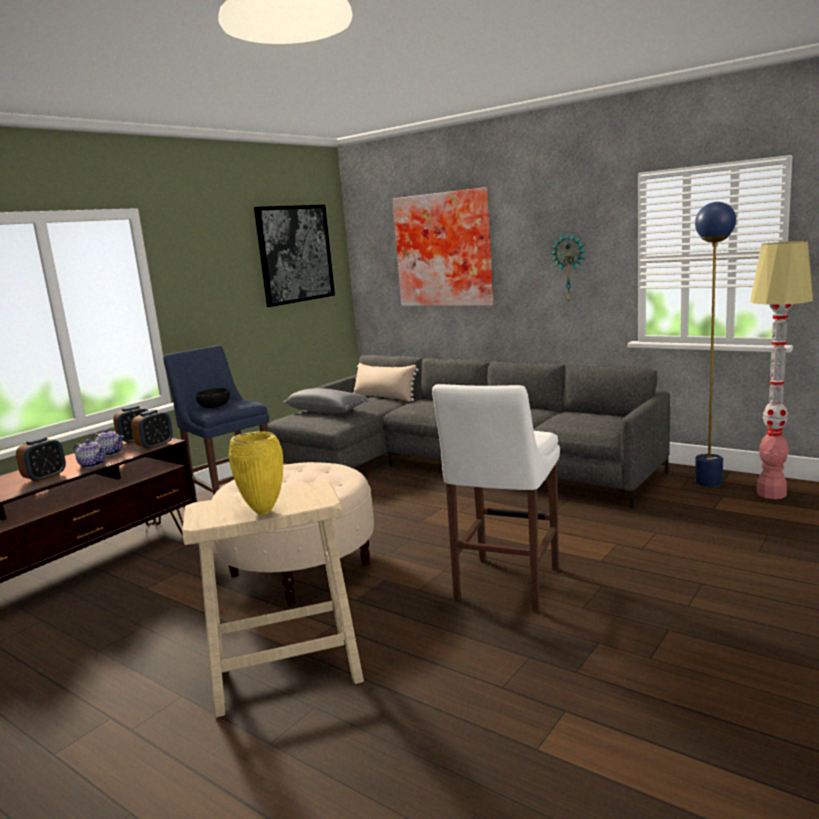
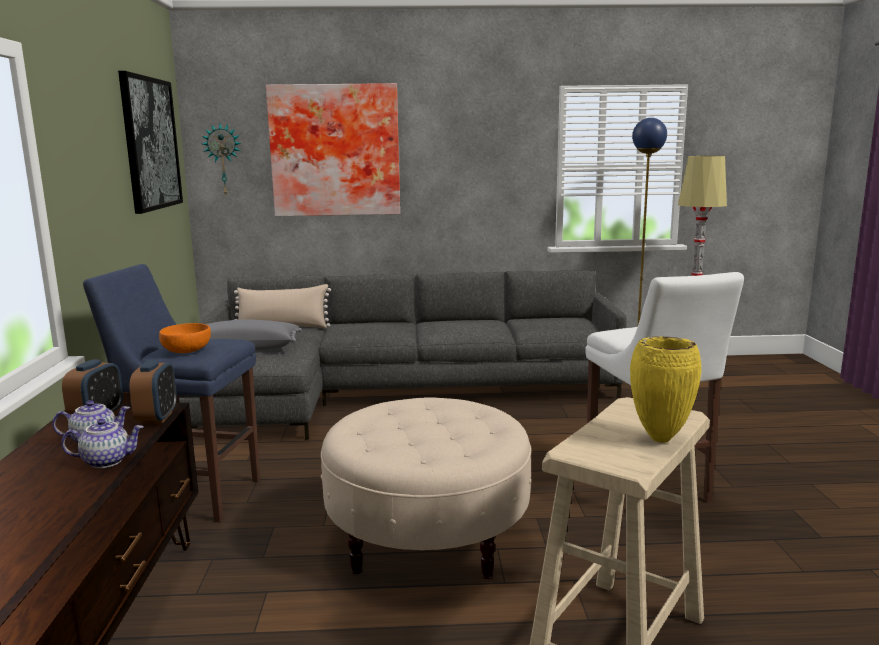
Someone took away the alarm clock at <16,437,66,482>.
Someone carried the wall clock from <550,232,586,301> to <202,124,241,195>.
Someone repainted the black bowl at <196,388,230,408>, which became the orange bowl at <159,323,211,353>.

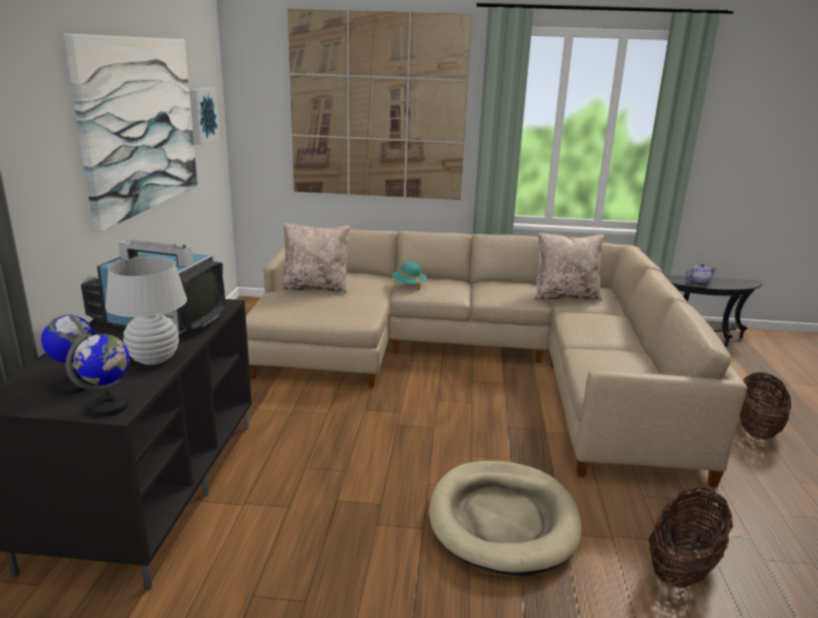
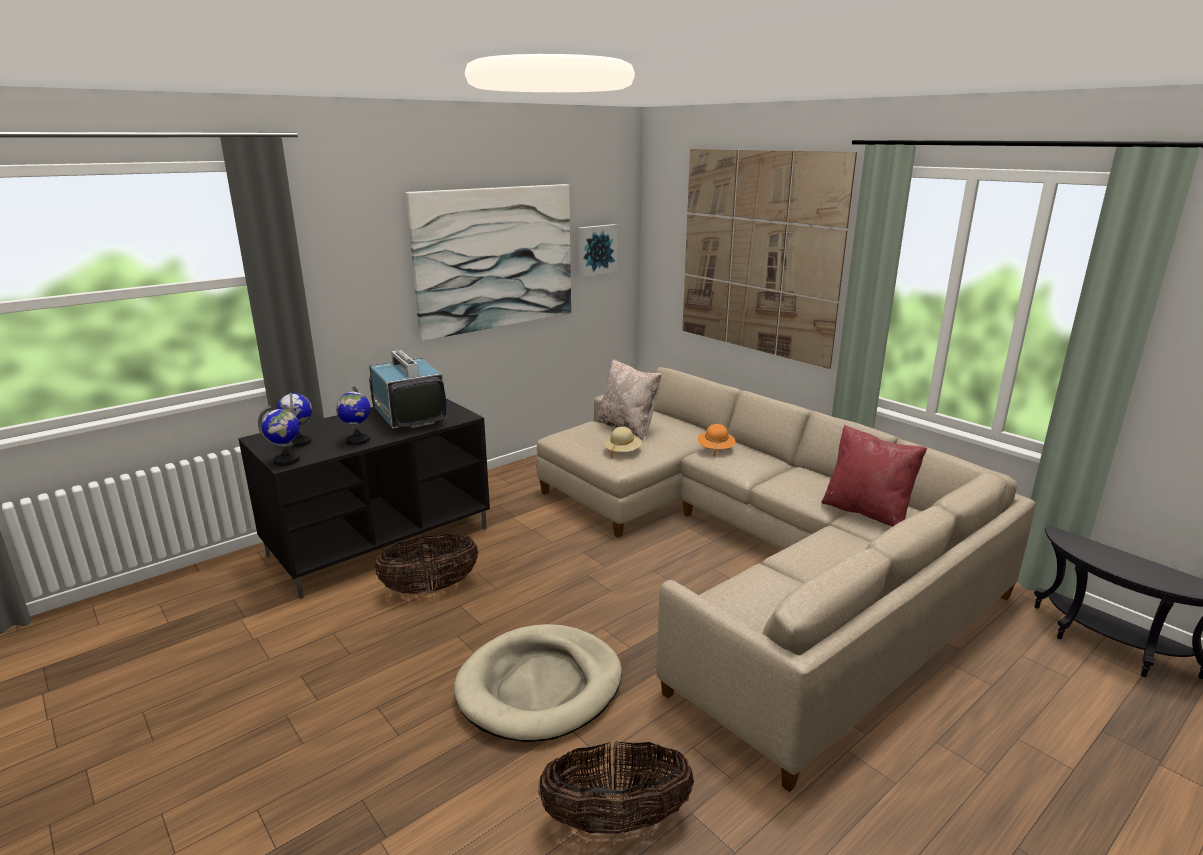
Someone took away the teapot at <685,264,717,286>.
Someone put down the beige hat at <604,427,642,458>.
Someone carried the basket from <739,372,791,440> to <374,534,479,594>.
Someone swapped the white table lamp at <105,257,187,365> for the globe at <336,386,370,445>.
Someone repainted the turquoise hat at <392,261,427,290>, which became the orange hat at <698,424,735,457>.
Someone repainted the beige pillow at <534,233,604,301>, which became the red pillow at <821,425,927,527>.

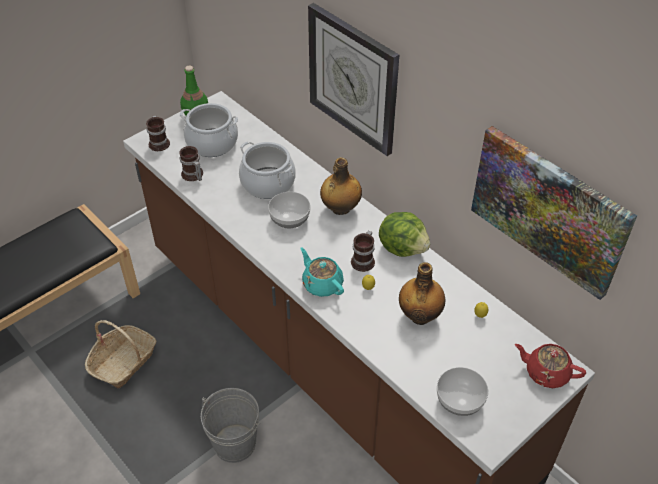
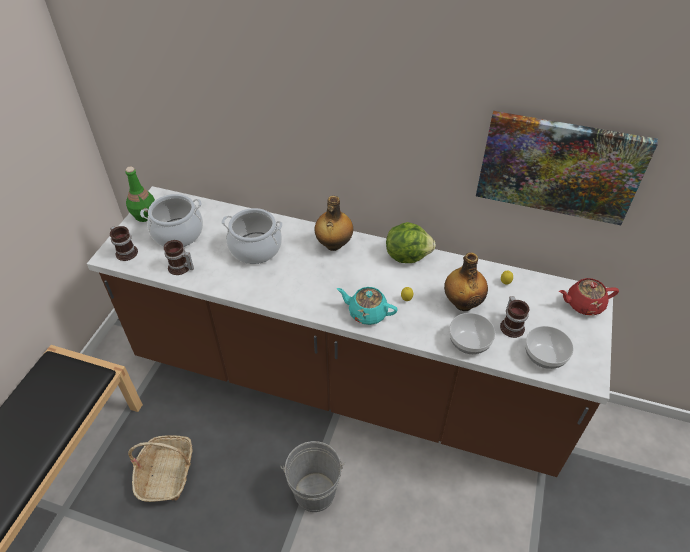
Someone took away the wall clock at <308,3,399,156>.
Someone carried the bowl from <268,192,310,228> to <449,313,495,354>.
Someone carried the mug from <351,231,375,272> to <500,296,529,338>.

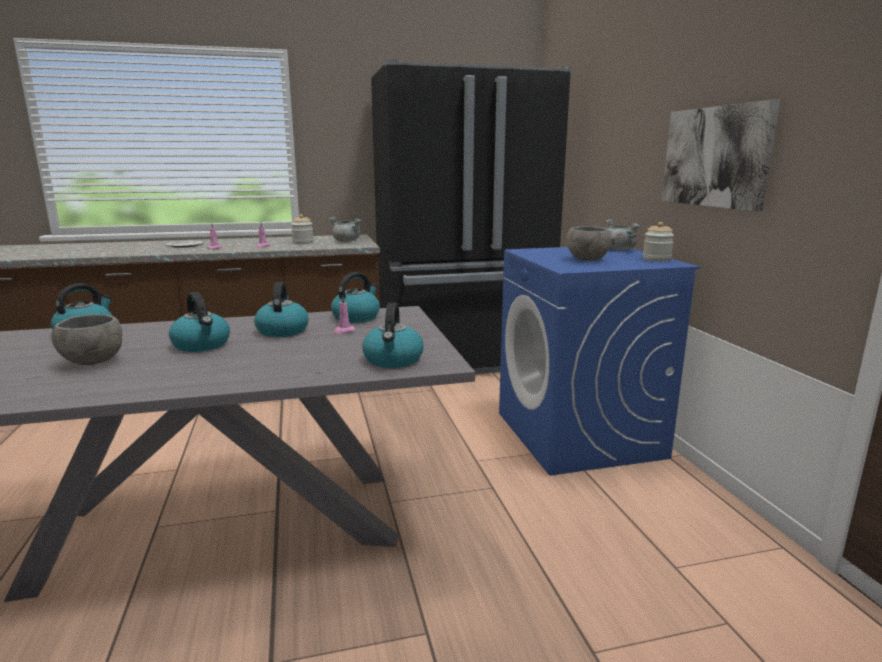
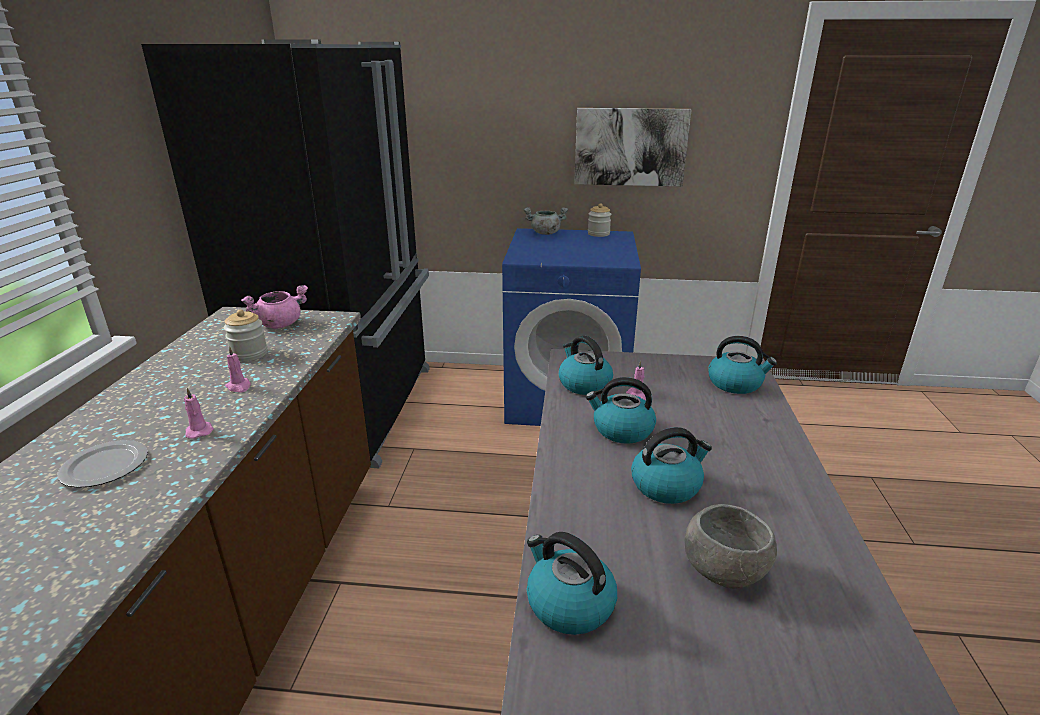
Someone took away the grey bowl at <566,226,611,261>.
Someone repainted the grey cooking pot at <329,217,362,242>, which became the pink cooking pot at <241,285,308,329>.

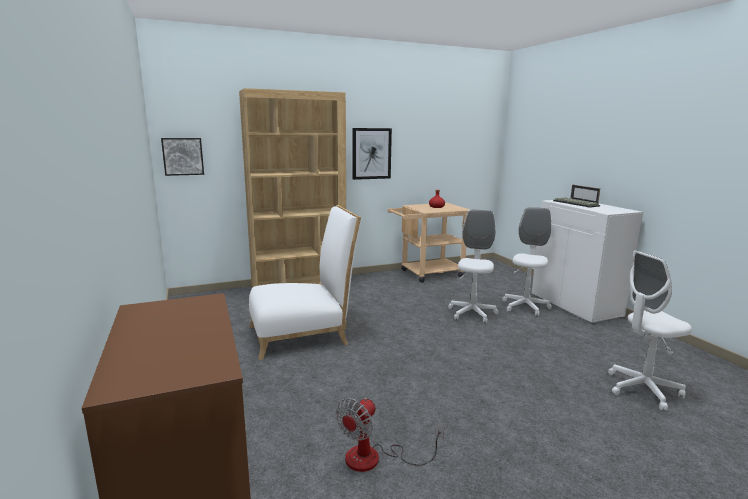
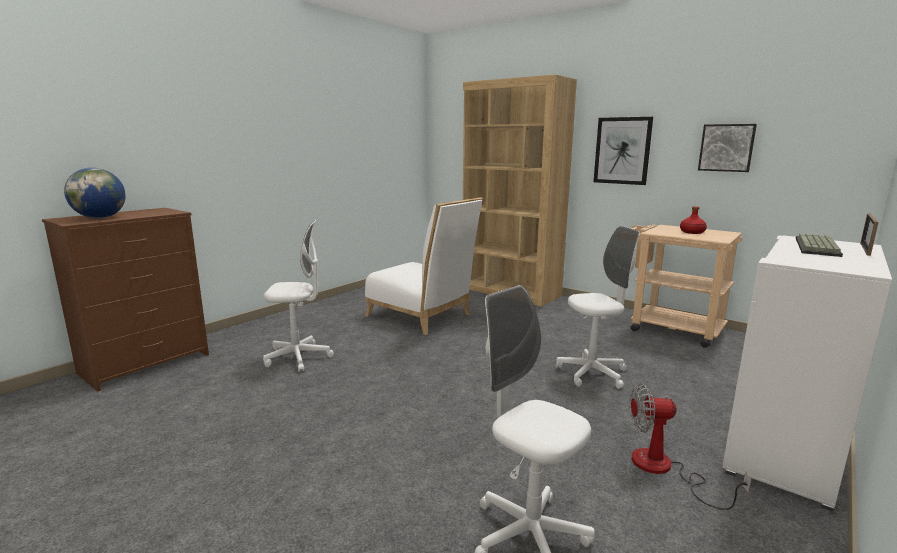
Someone put down the globe at <64,168,126,218>.
Someone carried the picture from <161,138,204,176> to <698,124,757,172>.
Someone carried the fan from <336,398,444,472> to <630,384,752,510>.
Someone carried the white office chair from <502,207,552,316> to <263,220,334,372>.

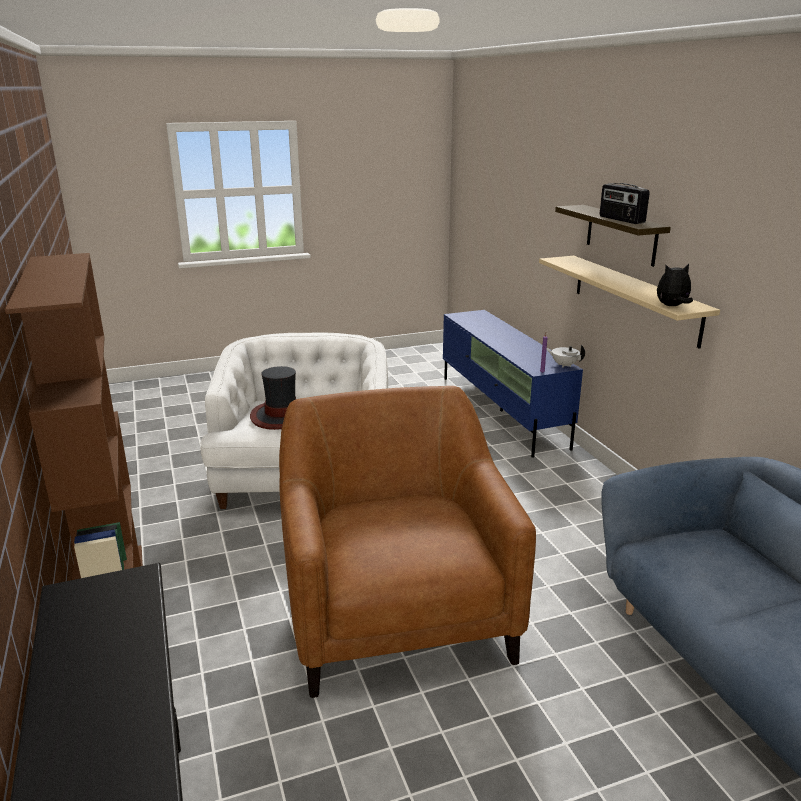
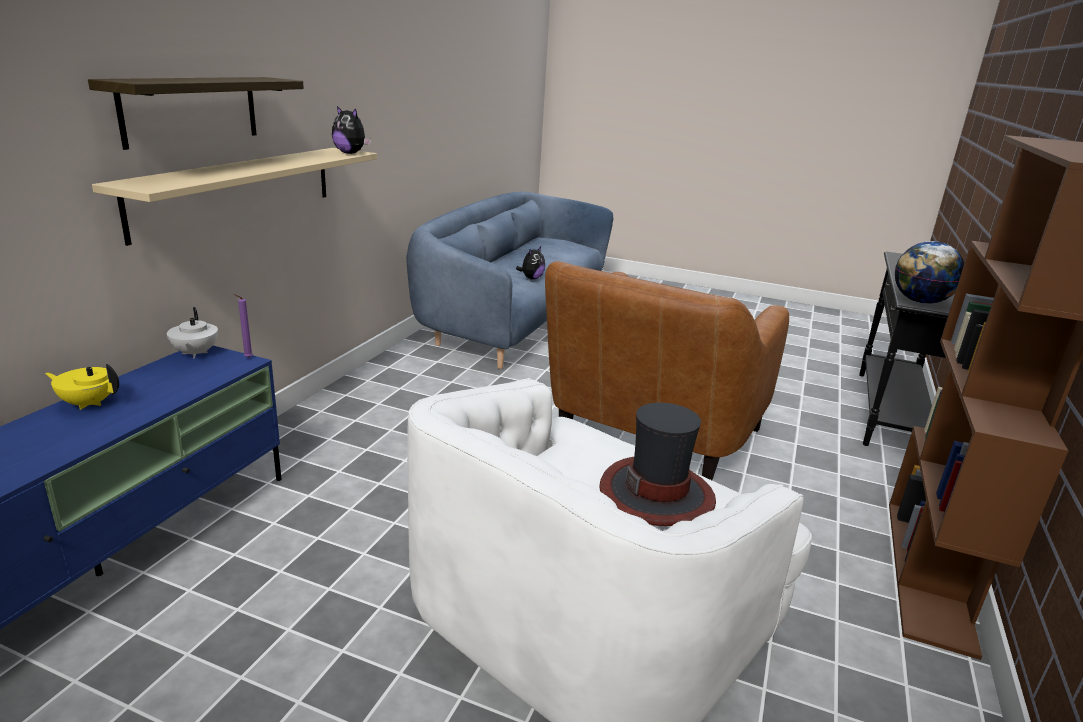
Someone took away the radio at <600,183,650,224>.
Someone put down the yellow teapot at <45,364,119,410>.
Someone put down the plush toy at <516,246,545,279>.
Someone put down the globe at <895,241,964,304>.

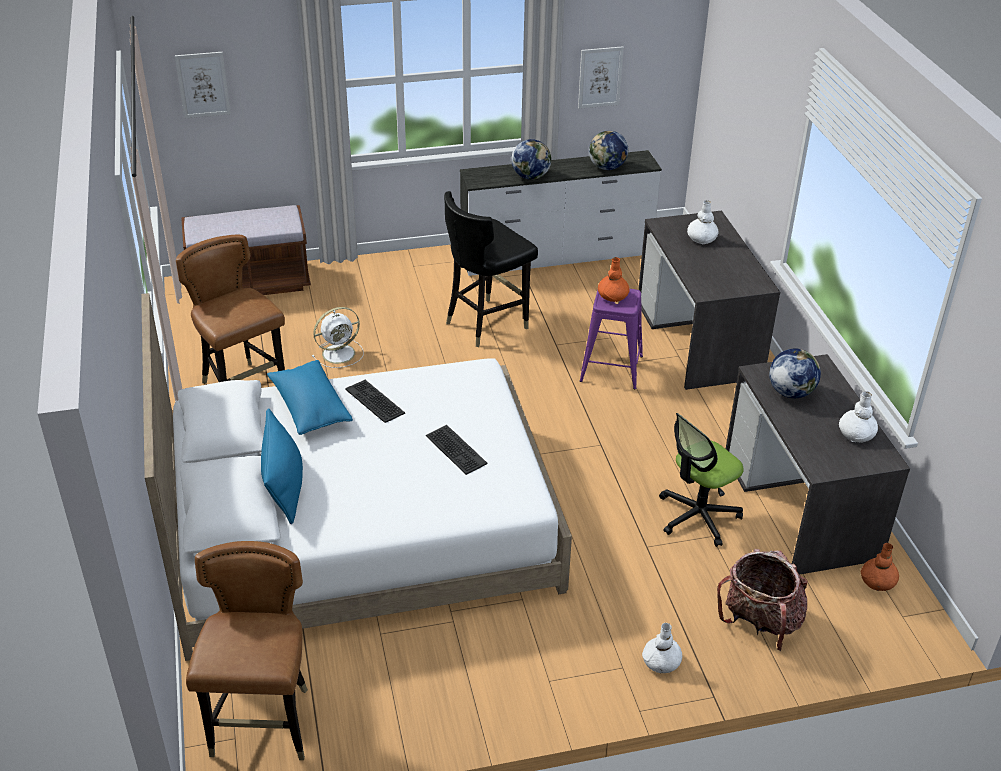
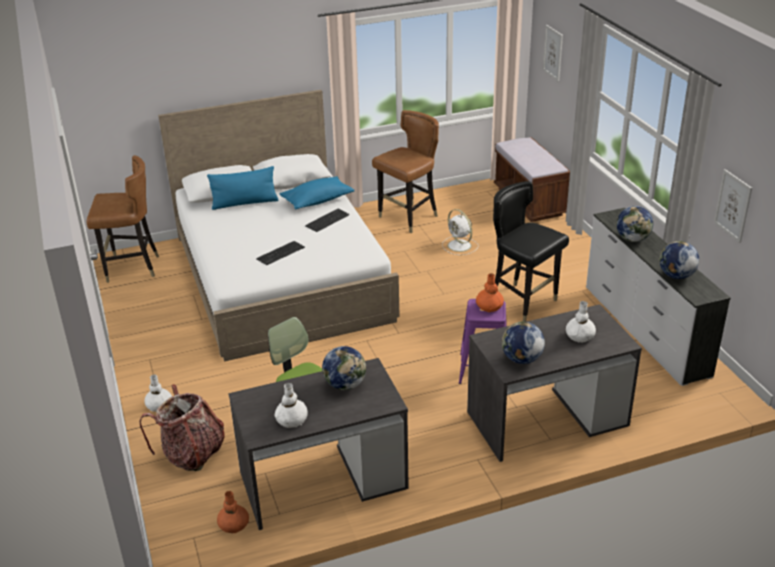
Someone put down the globe at <502,321,545,364>.

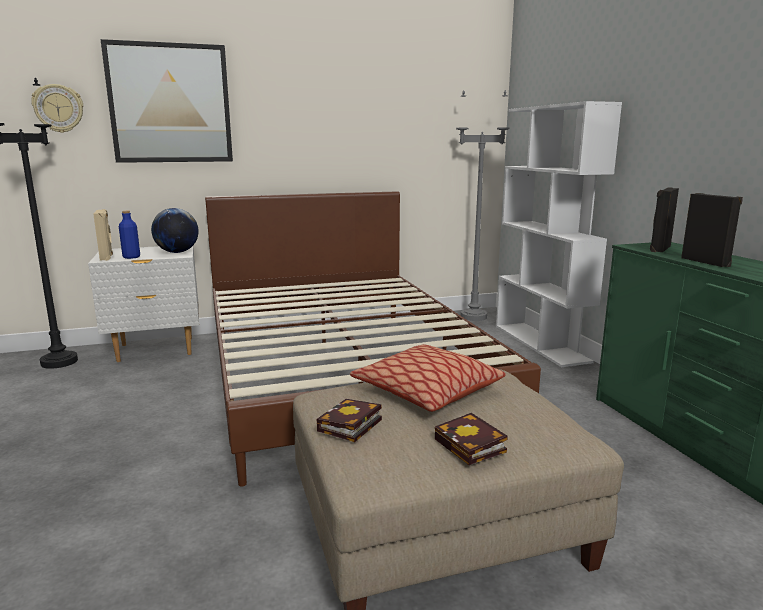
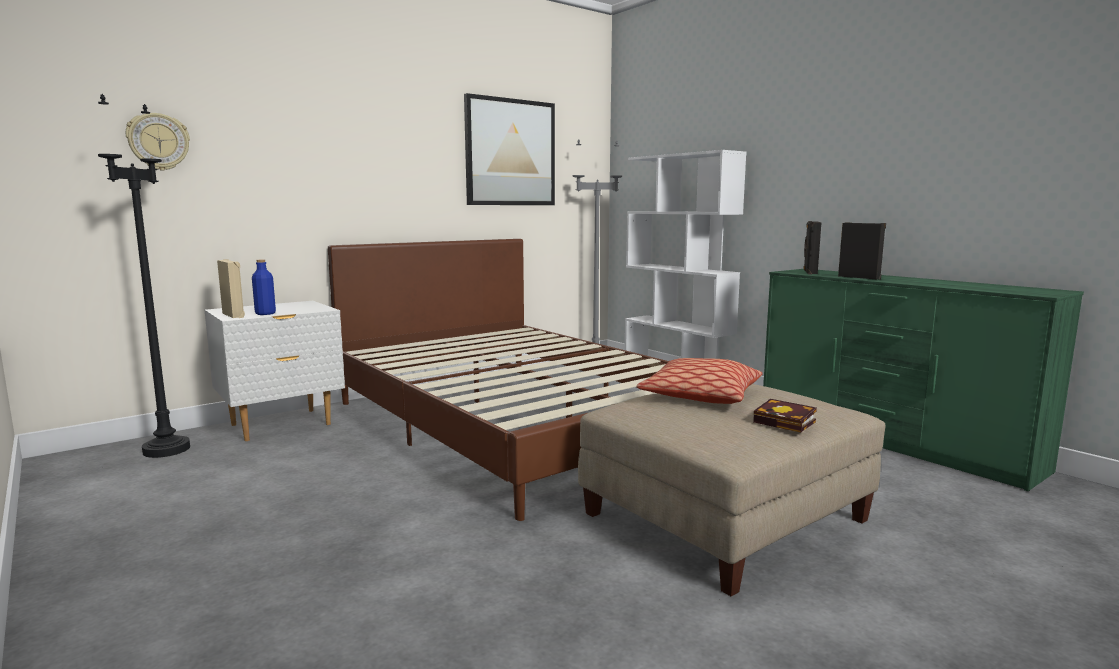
Someone took away the globe at <151,208,199,253>.
Someone took away the book at <316,399,382,442>.
Someone carried the picture from <100,39,233,163> to <464,93,555,205>.

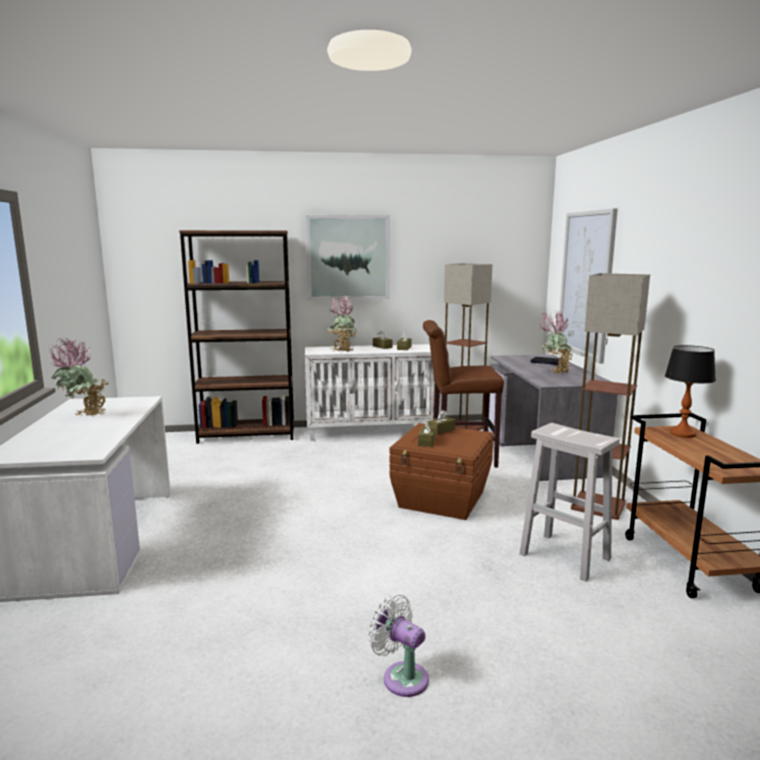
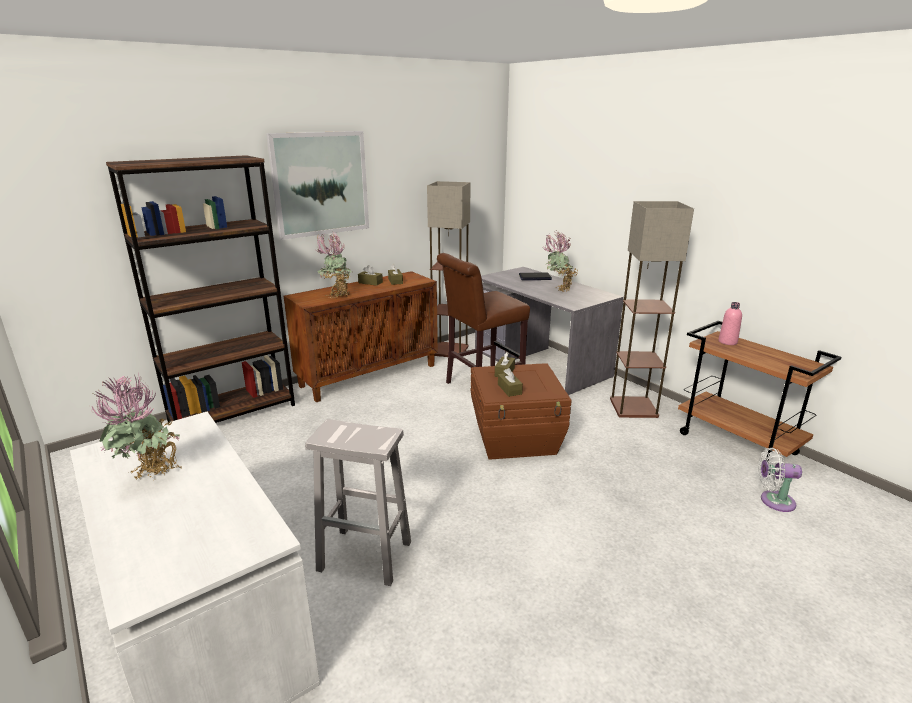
Someone took away the picture at <558,208,618,363>.
Someone carried the white fan from <368,594,429,697> to <758,448,802,512>.
Someone carried the white stool from <519,423,620,581> to <305,419,411,586>.
Someone swapped the table lamp at <665,345,716,438> for the pink bottle at <718,302,742,345>.
Someone repainted the white cabinet at <305,344,435,441>, which became the brown cabinet at <284,271,438,402>.

